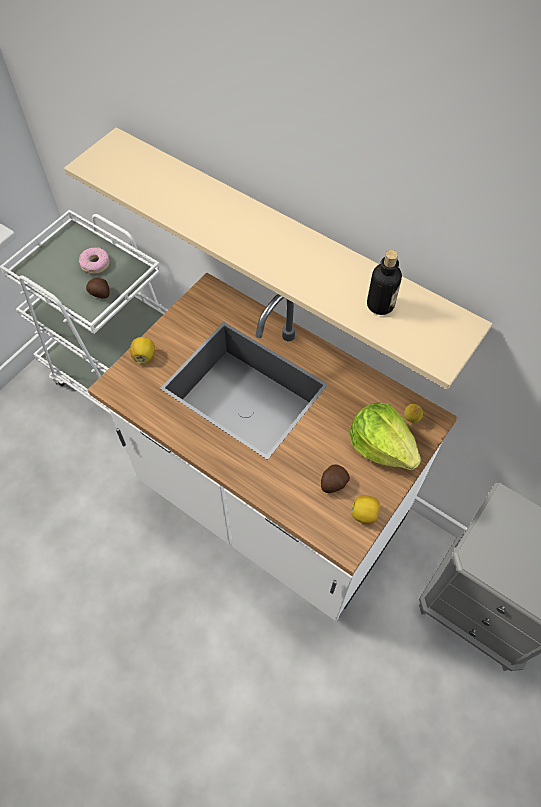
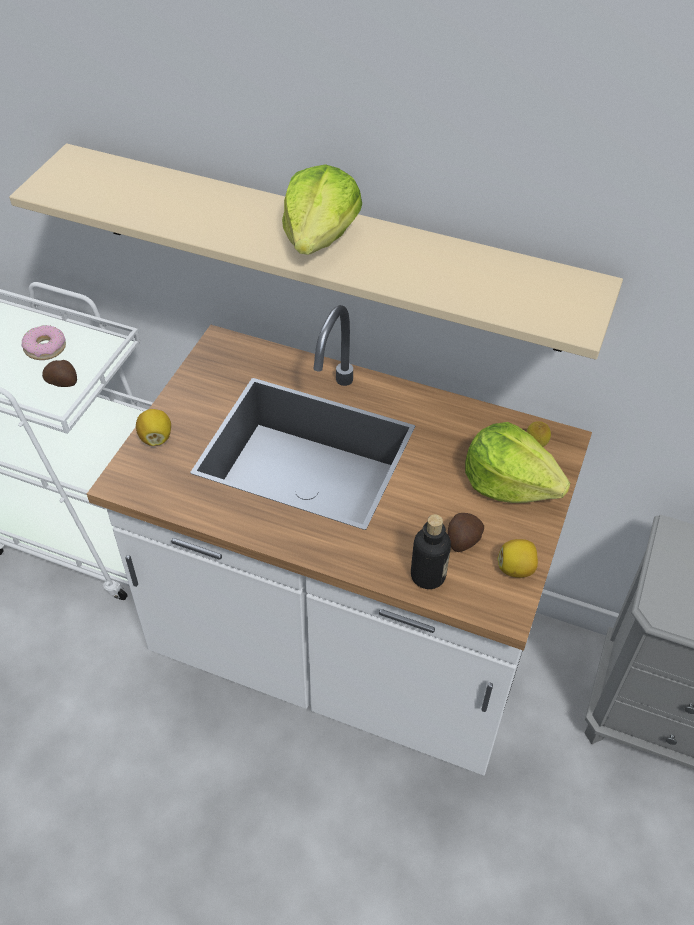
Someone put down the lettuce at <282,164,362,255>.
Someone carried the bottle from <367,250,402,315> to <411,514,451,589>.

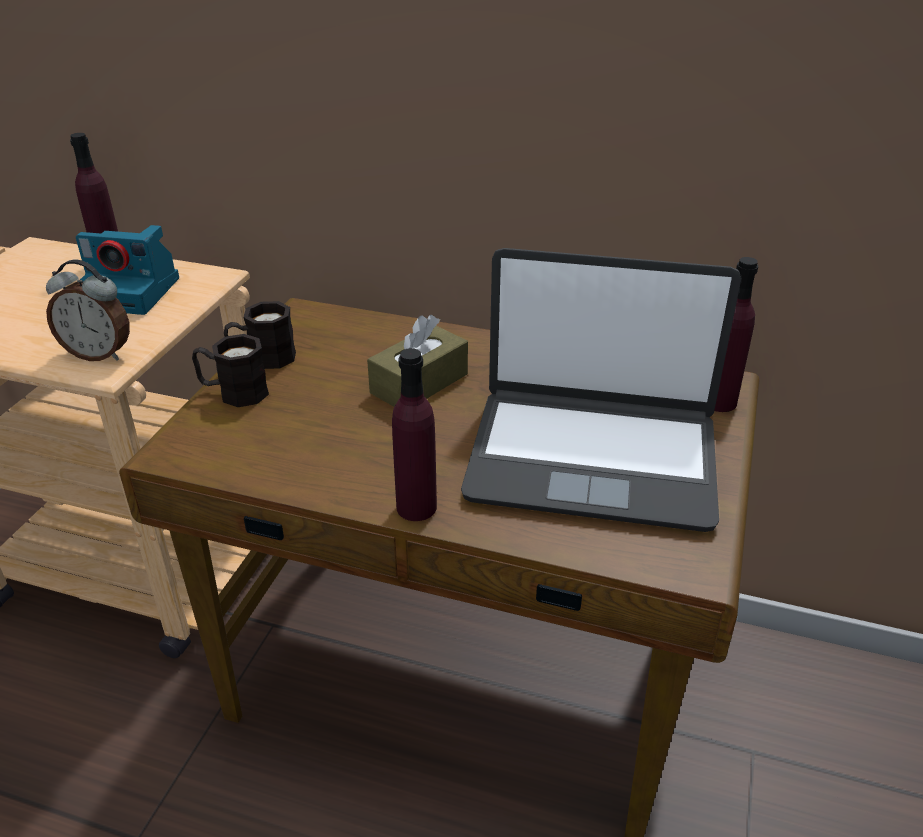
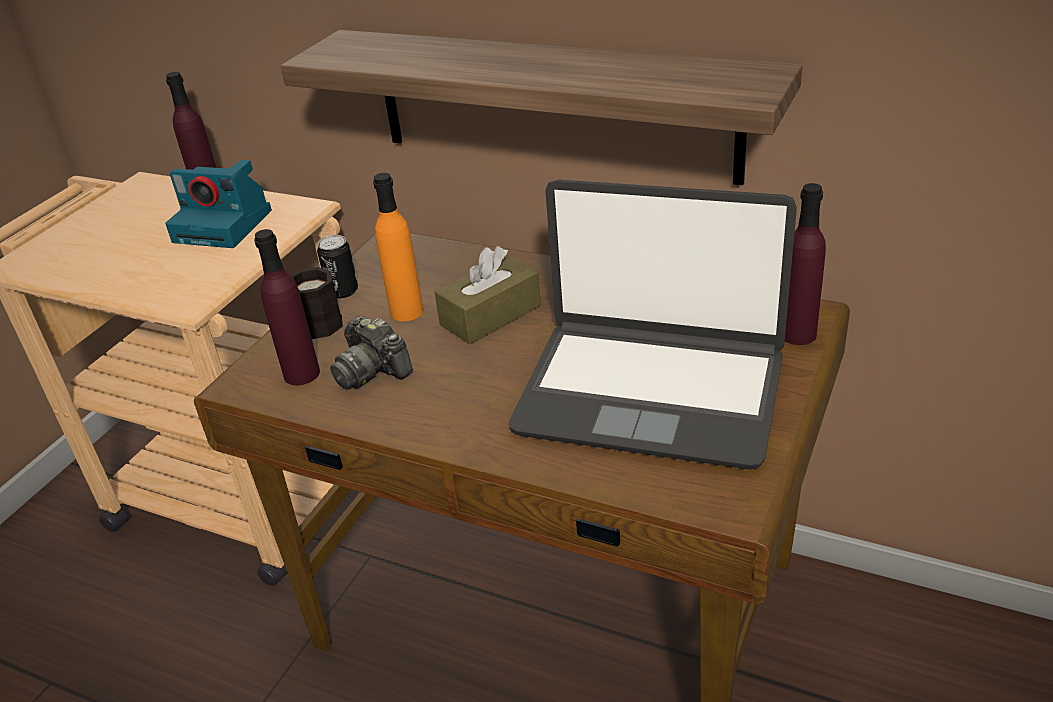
Someone took away the alarm clock at <46,260,130,361>.
Someone put up the shelf at <280,30,802,185>.
Someone put down the photo camera at <330,315,413,390>.
Someone put down the orange bottle at <373,173,423,321>.
Someone carried the purple bottle from <392,348,437,521> to <254,229,320,385>.
Someone swapped the black mug at <224,301,296,369> for the can at <317,235,358,298>.

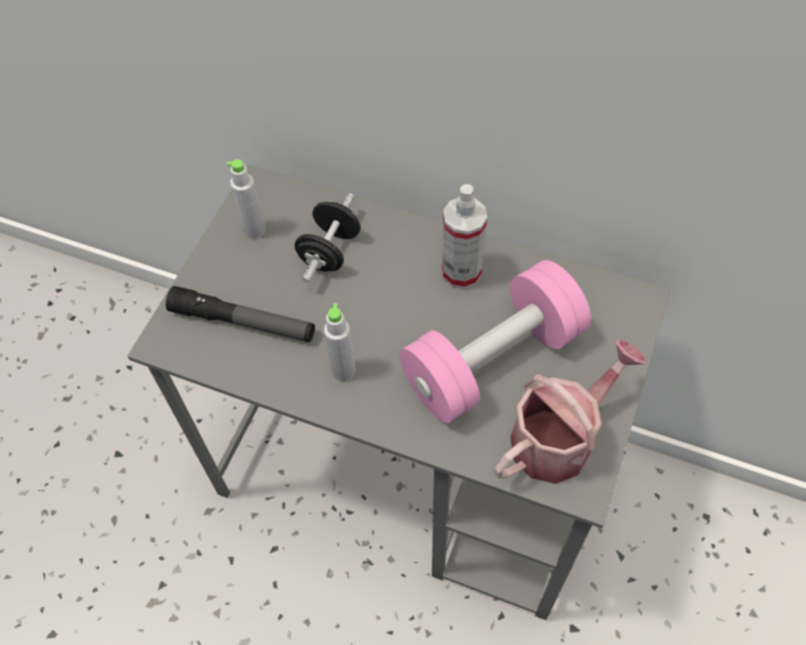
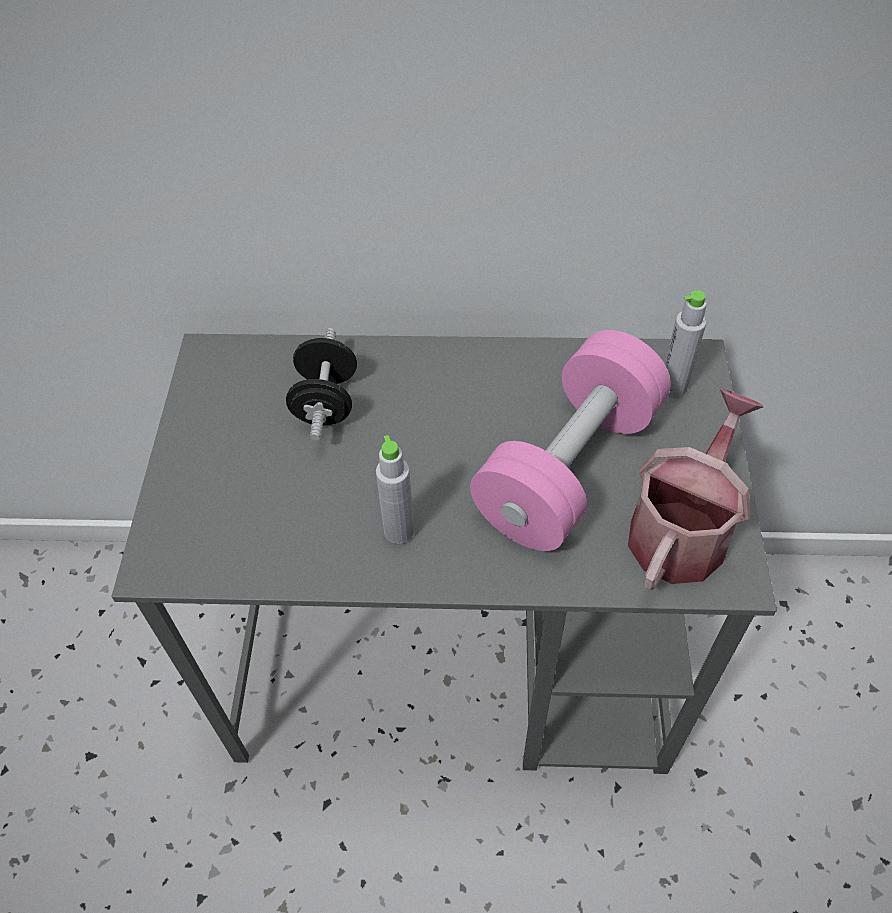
Someone took away the flashlight at <166,286,315,342>.
Someone took away the spray bottle at <442,184,487,289>.
Someone carried the grey bottle from <227,159,266,239> to <665,290,707,398>.

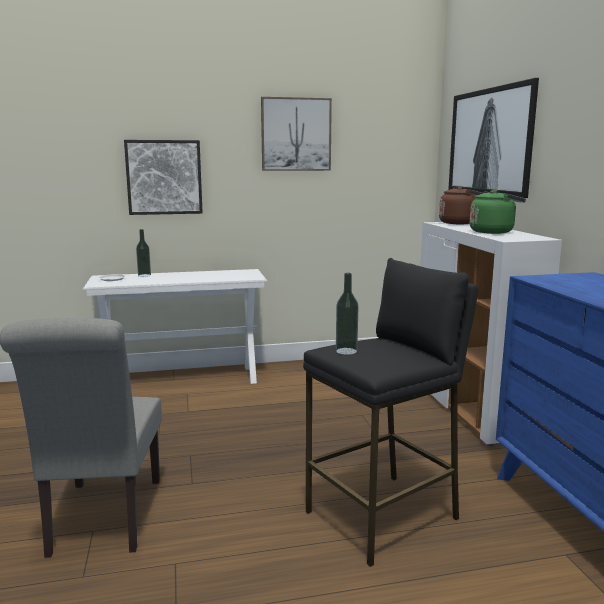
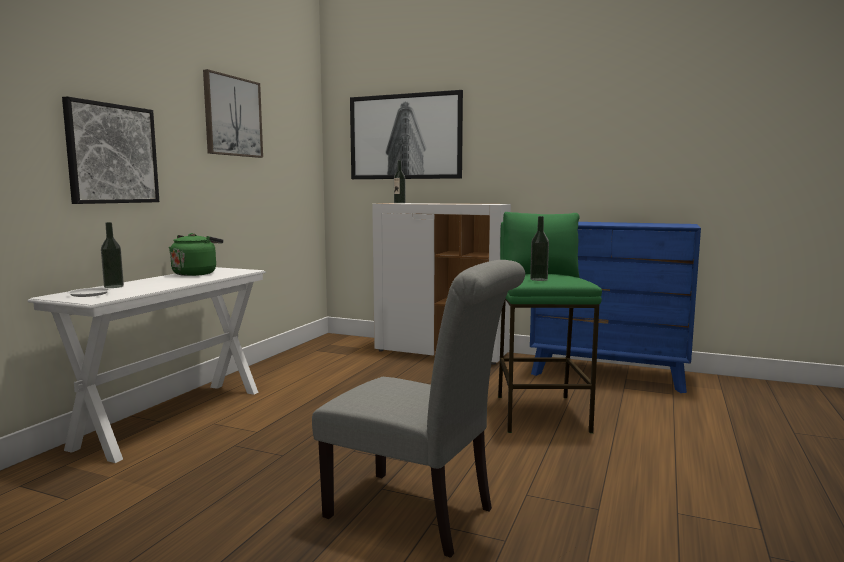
Someone carried the green kettle from <470,190,526,234> to <169,233,223,276>.
Someone swapped the brown kettle at <439,186,483,224> for the bottle at <394,160,405,203>.
Someone repainted the black stool at <303,258,478,567>, which became the green stool at <498,212,602,433>.

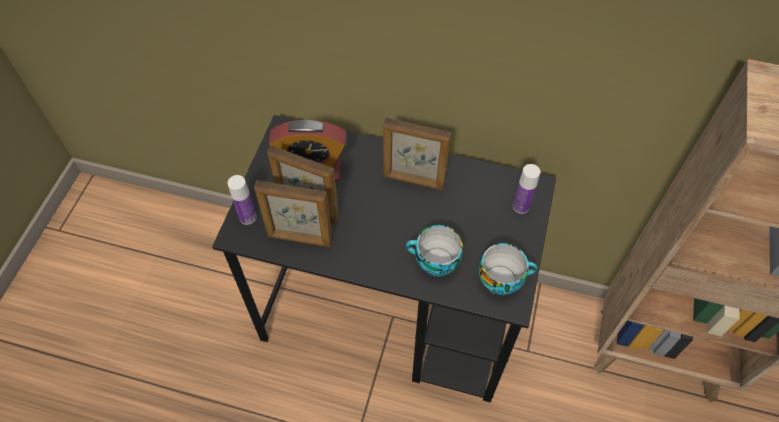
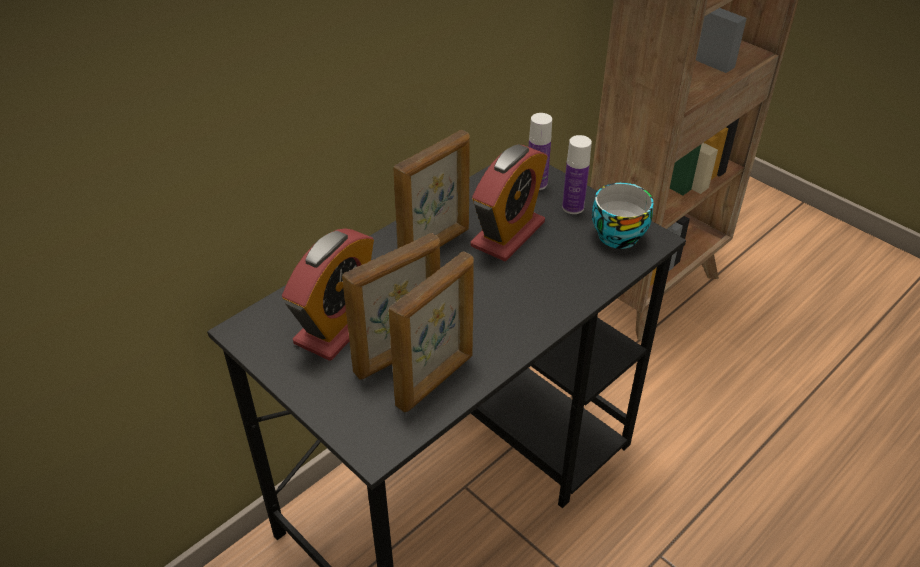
Someone took away the cup at <406,225,463,276>.
Someone put down the alarm clock at <470,144,547,261>.
Someone carried the bottle from <228,175,257,225> to <562,135,592,214>.

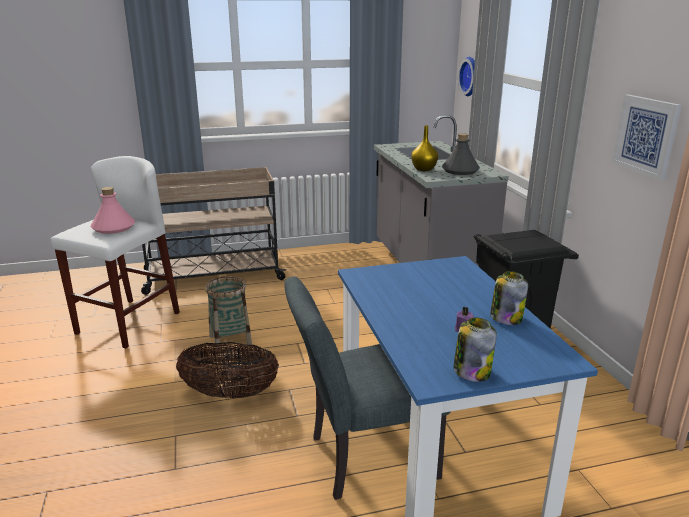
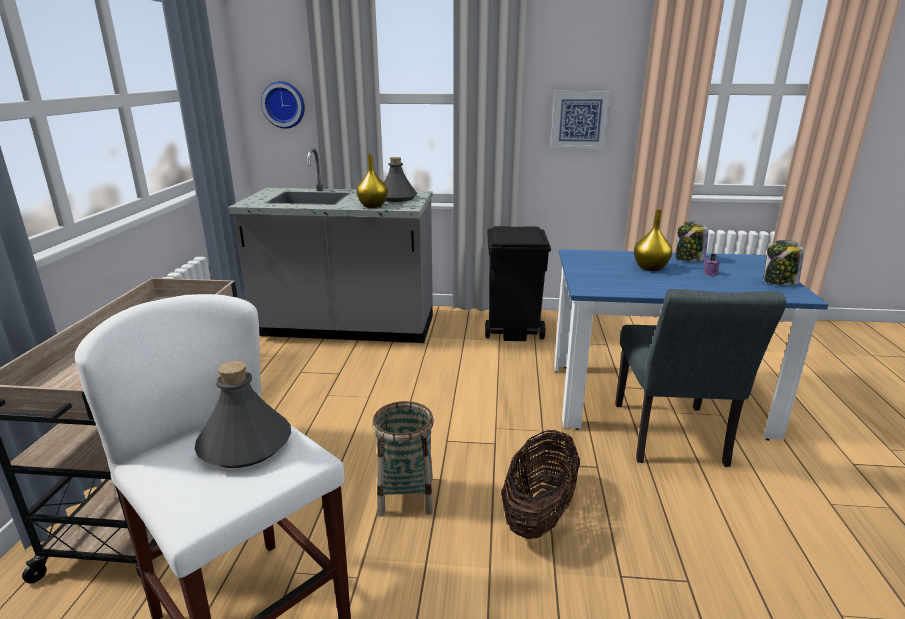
Someone put down the yellow vase at <634,210,672,271>.
Someone repainted the pink bottle at <91,187,135,234>, which became the grey bottle at <194,361,291,468>.

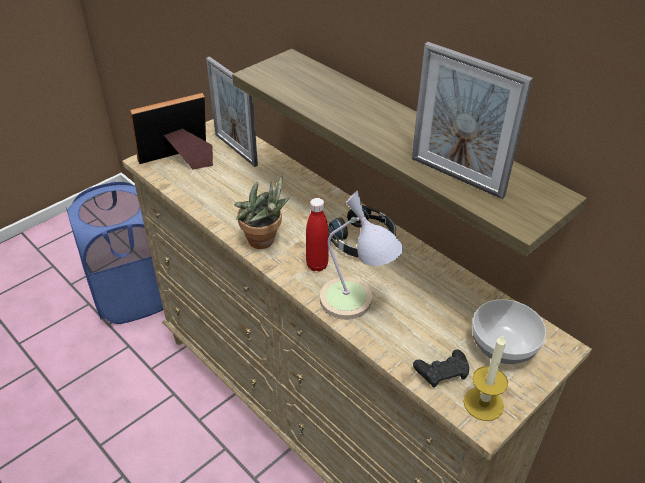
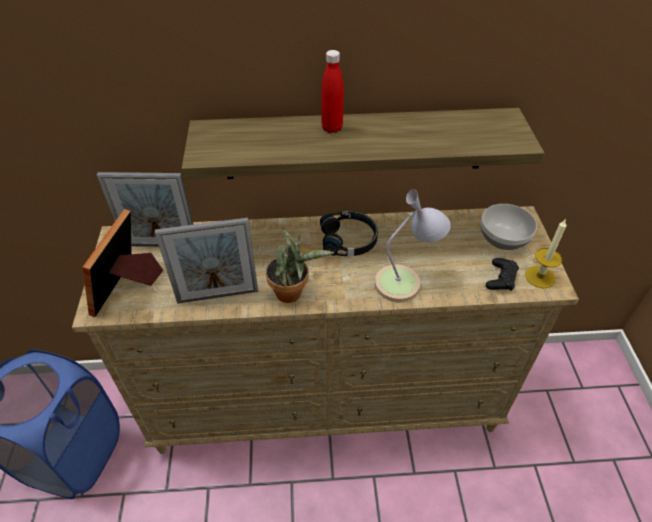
Someone carried the red bottle from <306,198,329,272> to <321,50,344,133>.
Someone carried the picture frame from <412,42,533,199> to <155,218,258,304>.

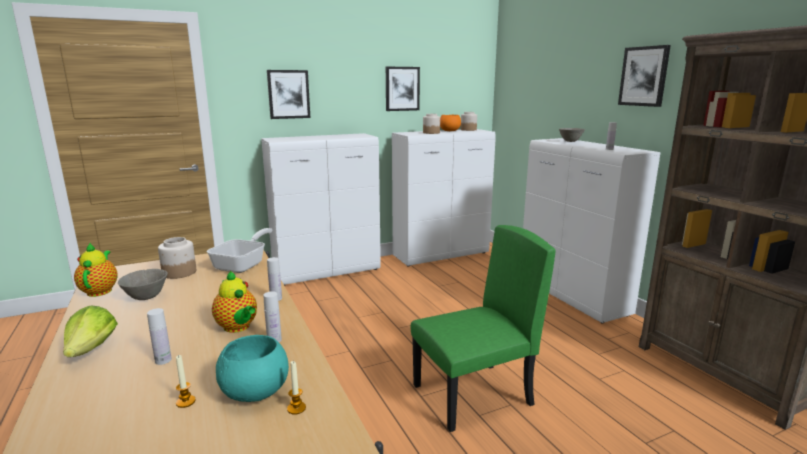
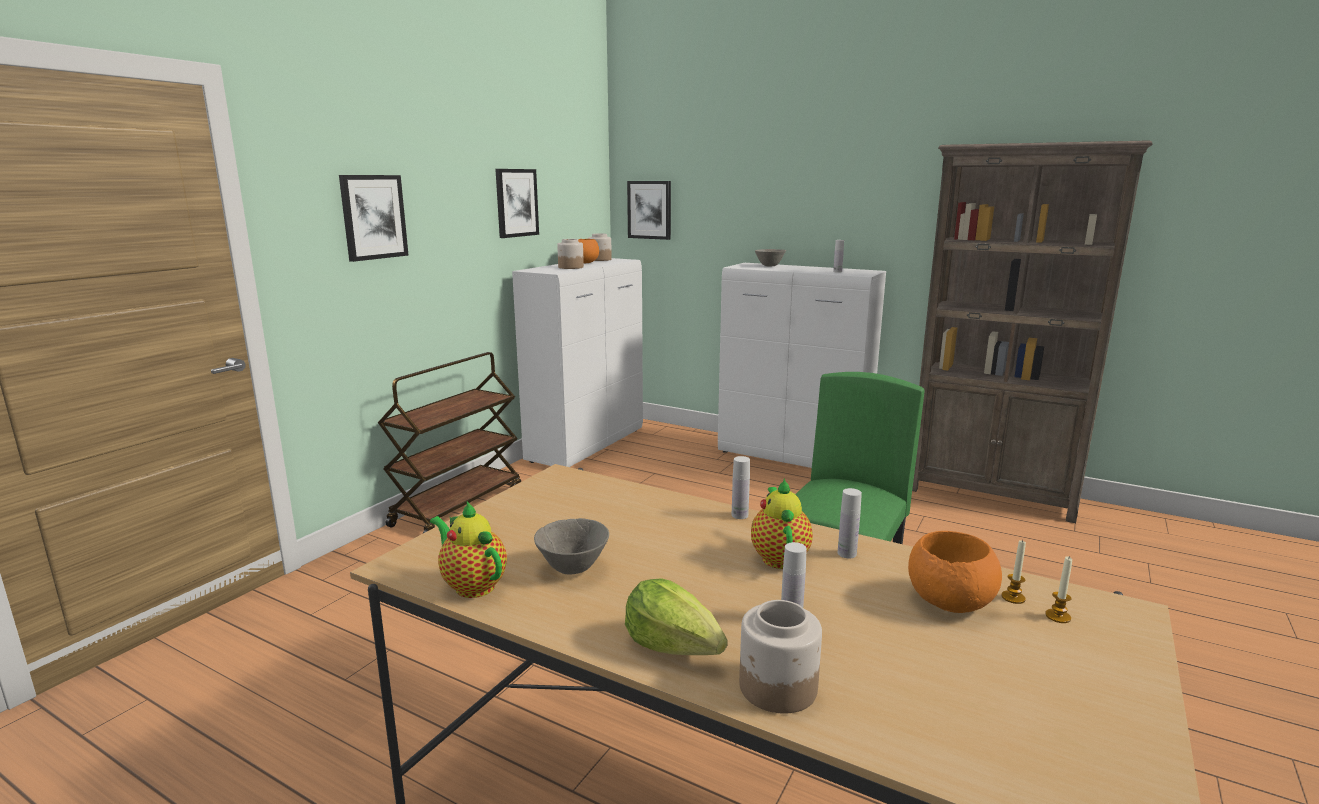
Someone took away the frying pan at <207,228,273,273>.
Someone carried the jar from <158,237,196,279> to <739,600,822,713>.
Someone carried the candle from <176,355,196,408> to <1045,556,1072,623>.
Someone carried the picture from <618,45,671,107> to <627,181,671,240>.
Someone swapped the white cabinet at <261,133,381,286> for the brown cart at <378,352,521,533>.
Someone repainted the turquoise bowl at <216,335,289,402>, which became the orange bowl at <908,531,1002,613>.
Someone rotated the teapot at <212,271,257,333> by 105 degrees counterclockwise.

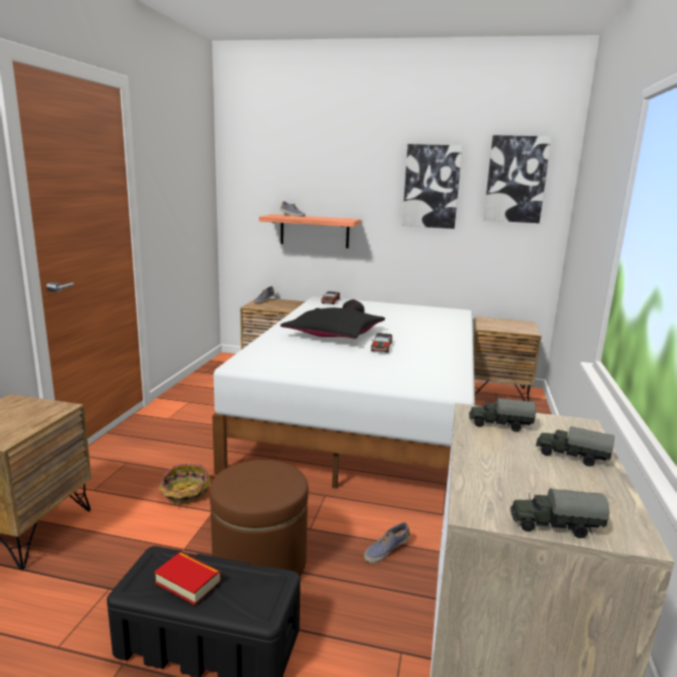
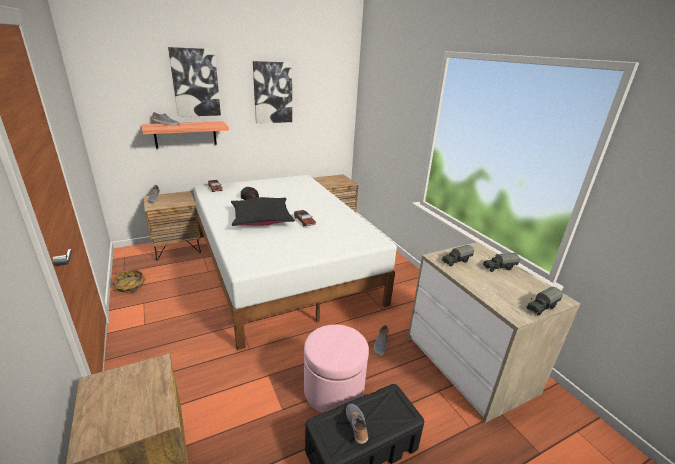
Someone carried the basket from <158,463,211,506> to <112,269,146,293>.
Someone carried the picture from <483,135,552,223> to <168,47,221,117>.
Someone swapped the book at <154,552,221,605> for the shoe at <346,404,368,444>.
Someone repainted the brown ottoman at <209,460,308,576>, which became the pink ottoman at <304,324,369,413>.

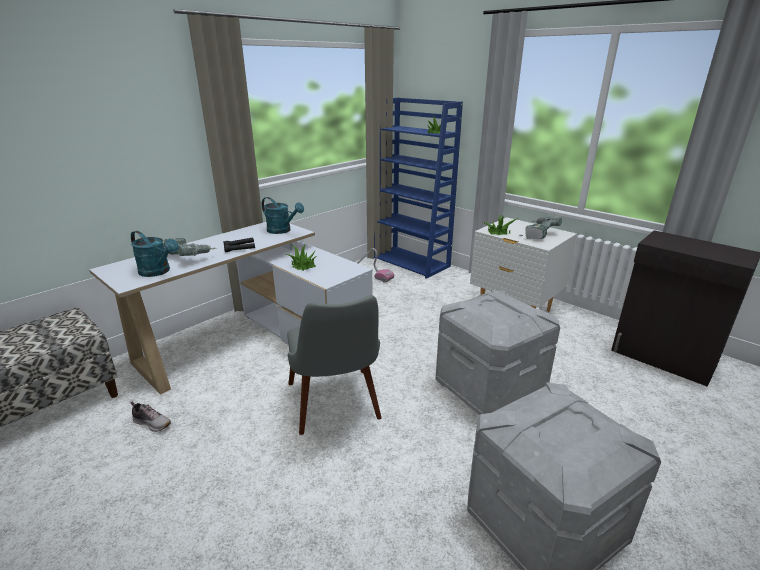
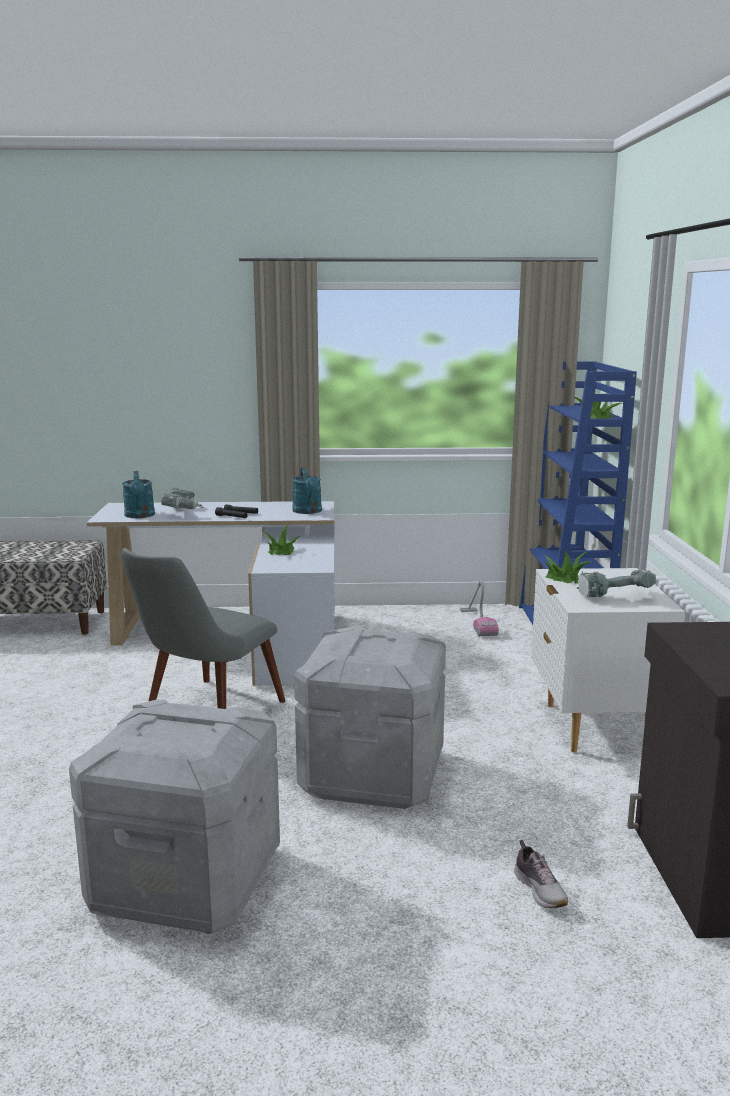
Someone carried the shoe from <130,402,171,432> to <514,840,568,908>.

